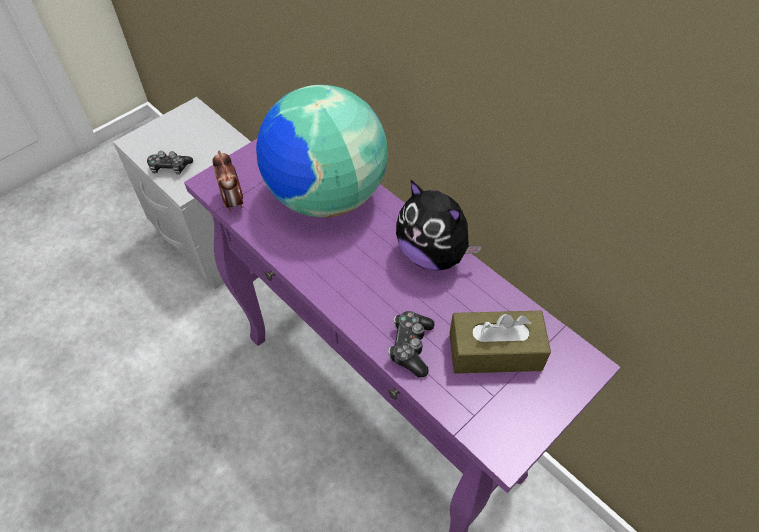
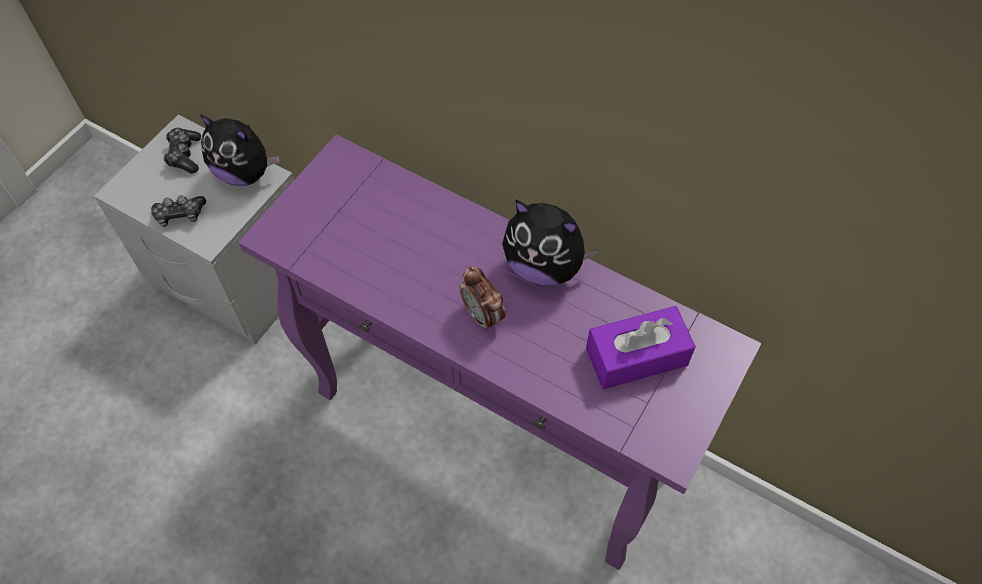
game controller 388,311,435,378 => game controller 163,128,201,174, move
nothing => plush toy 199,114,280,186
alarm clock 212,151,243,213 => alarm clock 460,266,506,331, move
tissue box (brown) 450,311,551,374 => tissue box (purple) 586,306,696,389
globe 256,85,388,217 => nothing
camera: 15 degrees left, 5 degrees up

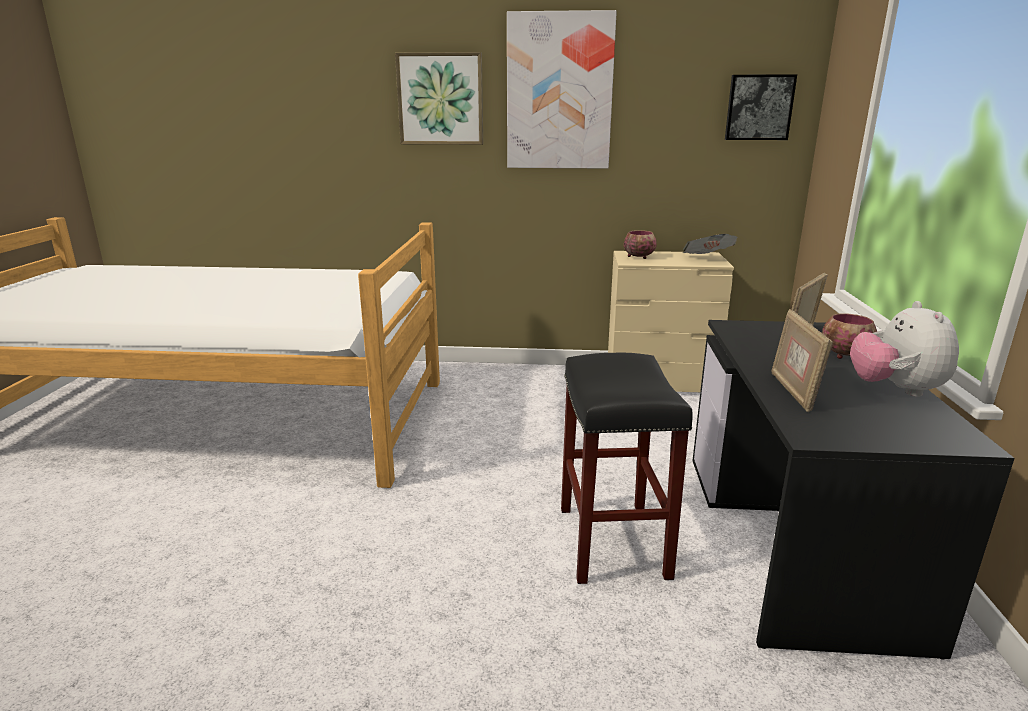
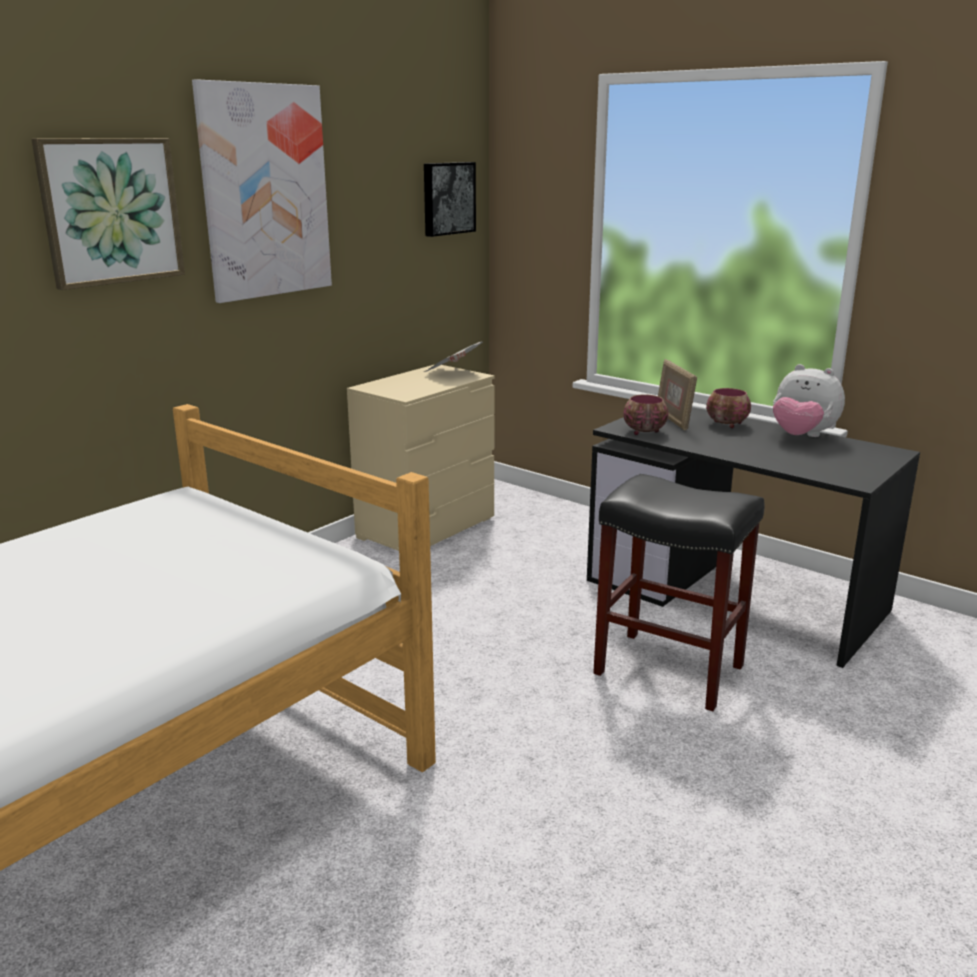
bowl 624,230,657,259 => bowl 623,394,668,435, move
picture frame 771,309,833,412 => nothing
camera: 55 degrees left, 0 degrees up

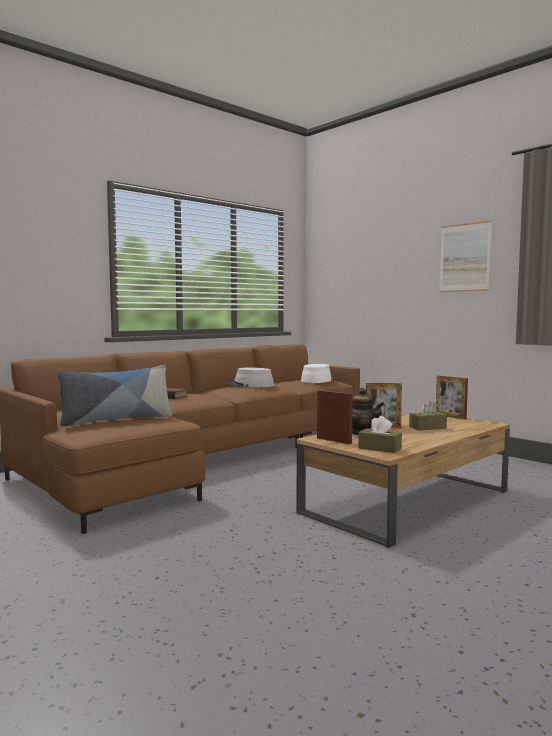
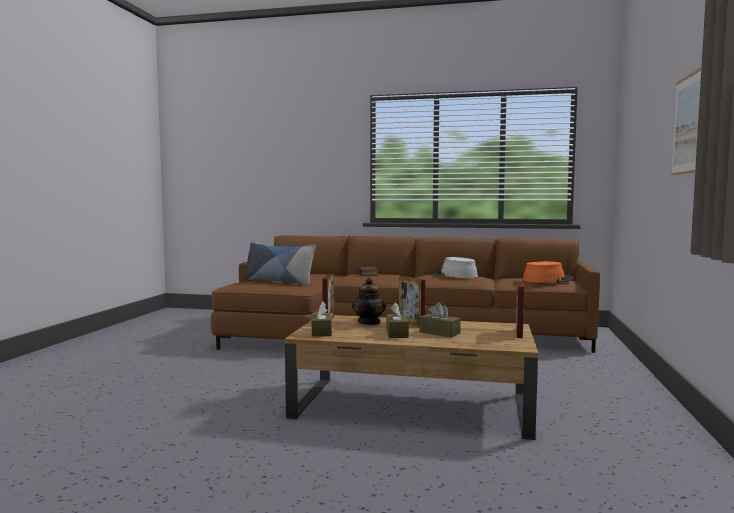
nothing => tissue box (brown) 386,302,409,338
hat (white) 301,364,334,383 => hat (orange) 523,261,574,283
camera: 55 degrees right, 0 degrees up

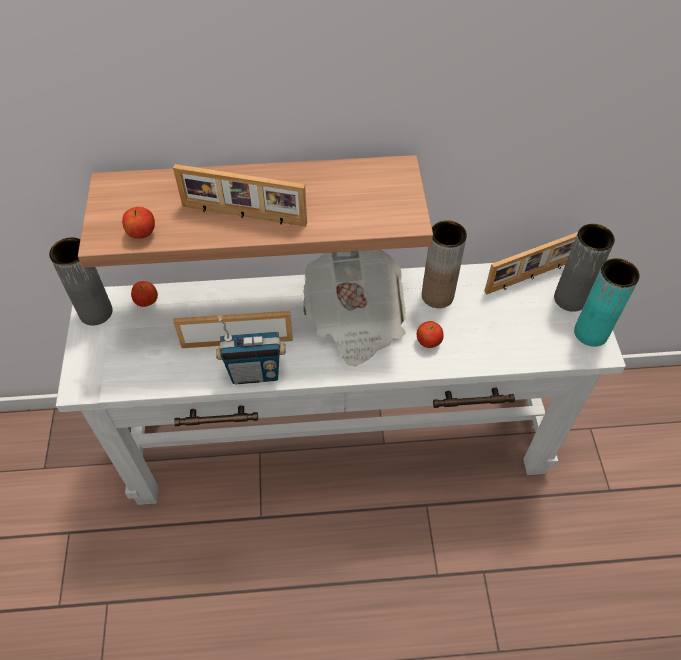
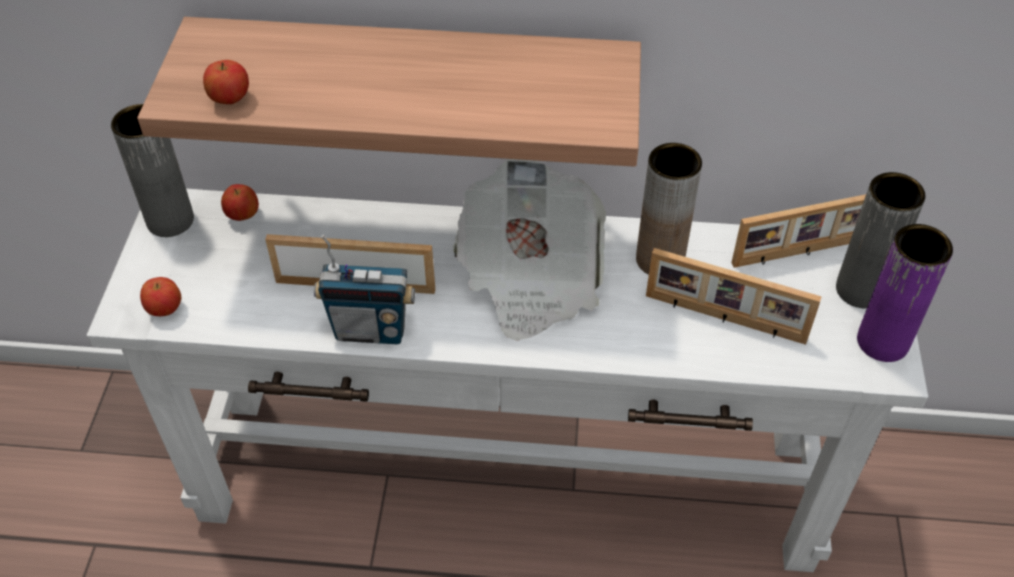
apple 417,321,444,348 => apple 140,277,181,316, move
picture frame 173,164,307,227 => picture frame 646,248,822,345, move
vase (turquoise) 574,258,640,347 => vase (purple) 857,224,953,362
camera: 10 degrees right, 5 degrees down

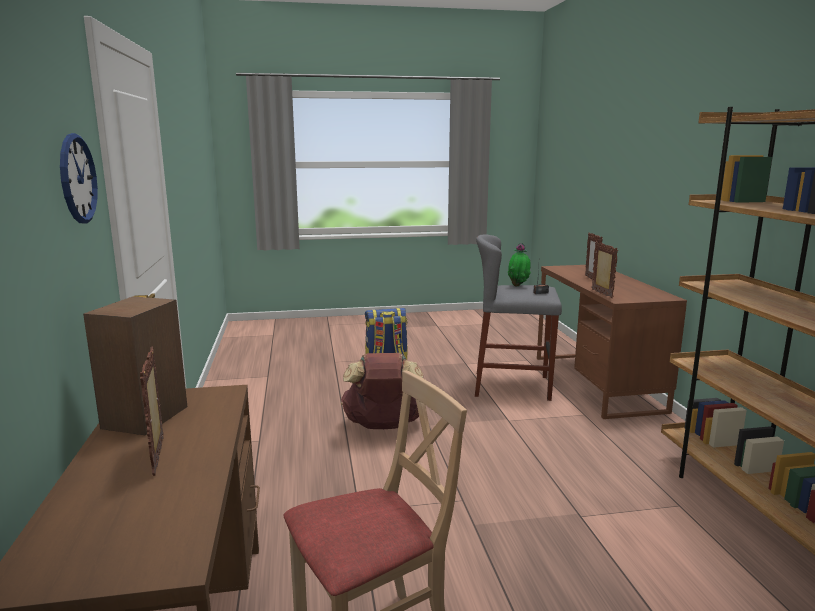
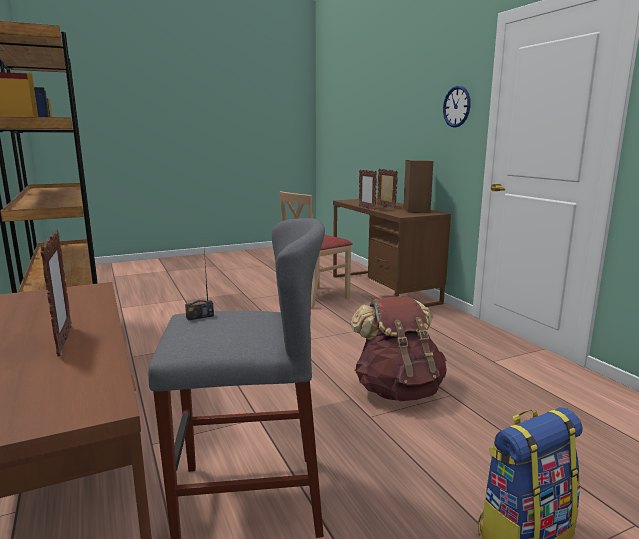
picture frame 591,241,618,298 => picture frame 359,169,377,210, move
potted plant 508,243,531,287 => nothing
camera: 165 degrees right, 0 degrees up

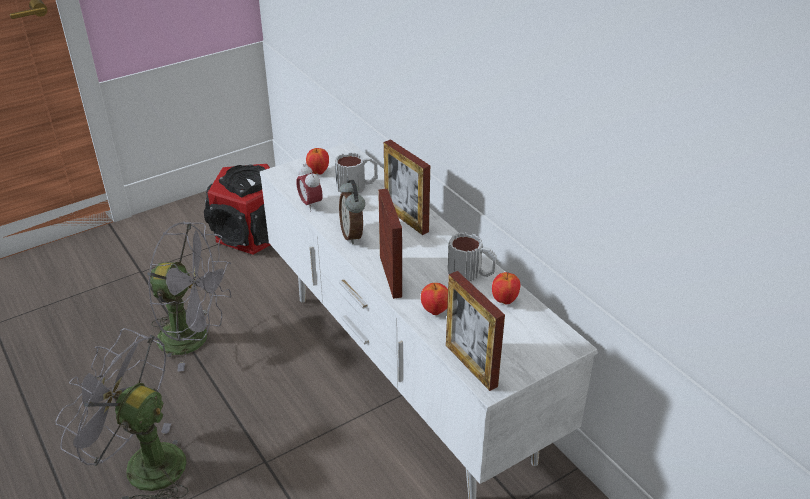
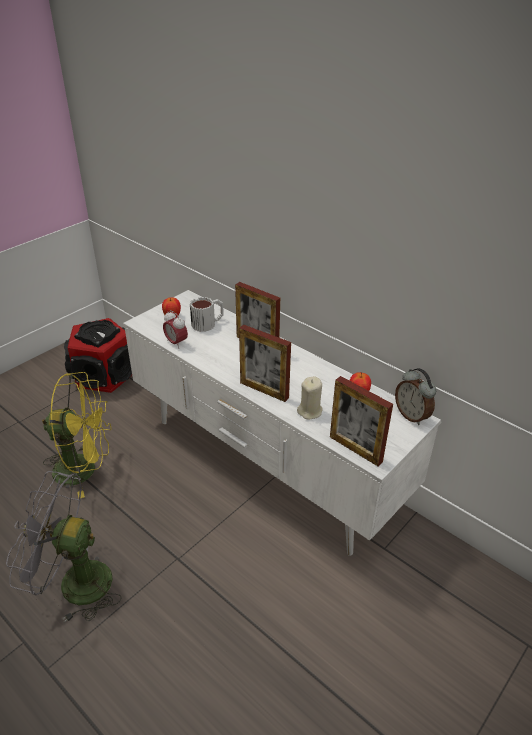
fan (grey) 147,222,231,372 => fan (yellow) 42,372,112,498
picture frame 378,188,402,299 => picture frame 239,324,291,402, 150 degrees clockwise
apple 421,283,448,315 => candle (beige) 297,376,323,419
alarm clock 339,180,365,244 => alarm clock 395,368,436,425, move
mug 448,232,496,281 => nothing
camera: 15 degrees left, 0 degrees up

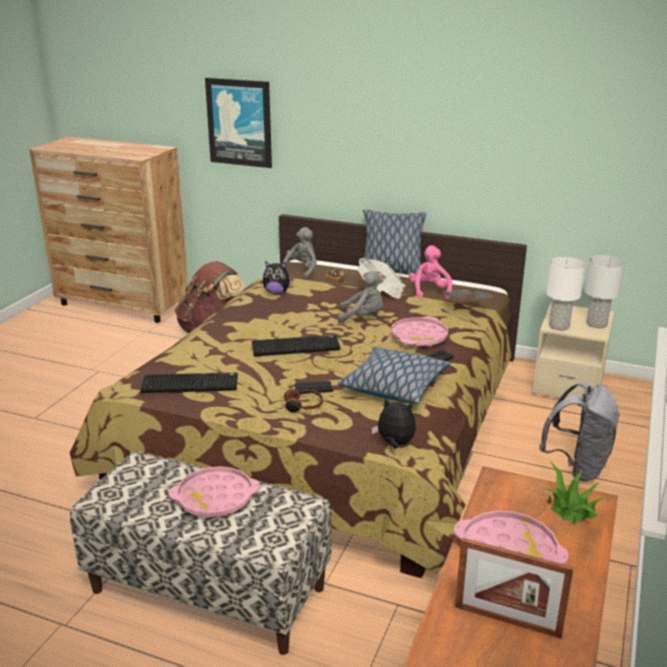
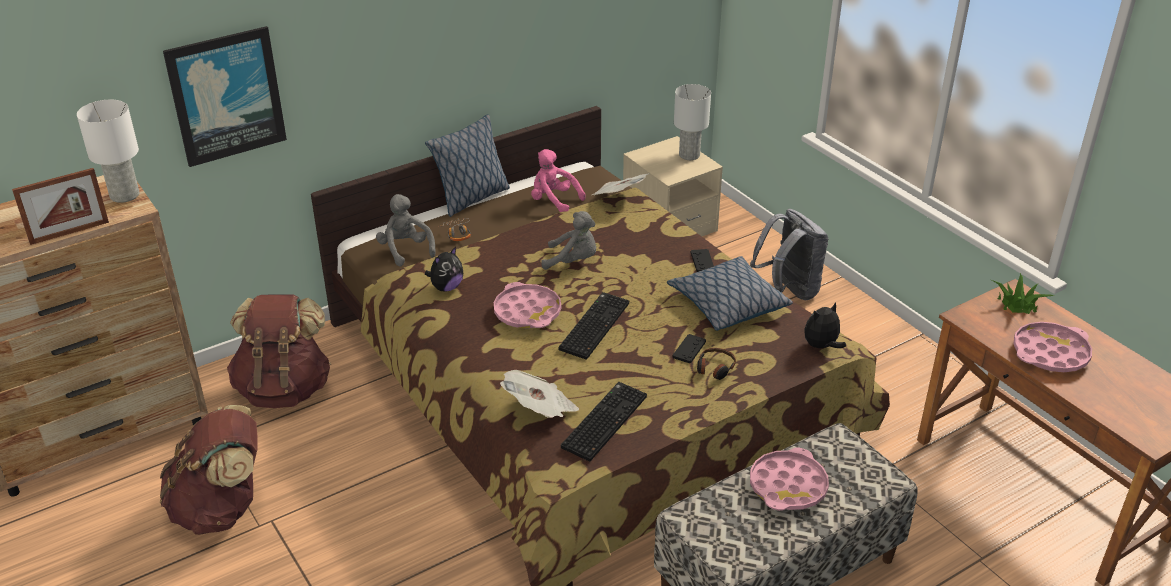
picture frame 455,538,574,639 => picture frame 12,168,109,245, move
table lamp (white) 546,257,586,330 => table lamp (white) 77,100,140,203, move
nothing => backpack (brown) 160,405,258,535
tray (pink) 391,316,448,347 => tray (pink) 494,282,561,328, move
newspaper 358,258,406,299 => newspaper 500,370,579,418, move
plush toy (grey) 338,271,384,324 => plush toy (grey) 541,211,596,270, 60 degrees clockwise
camera: 55 degrees left, 10 degrees up

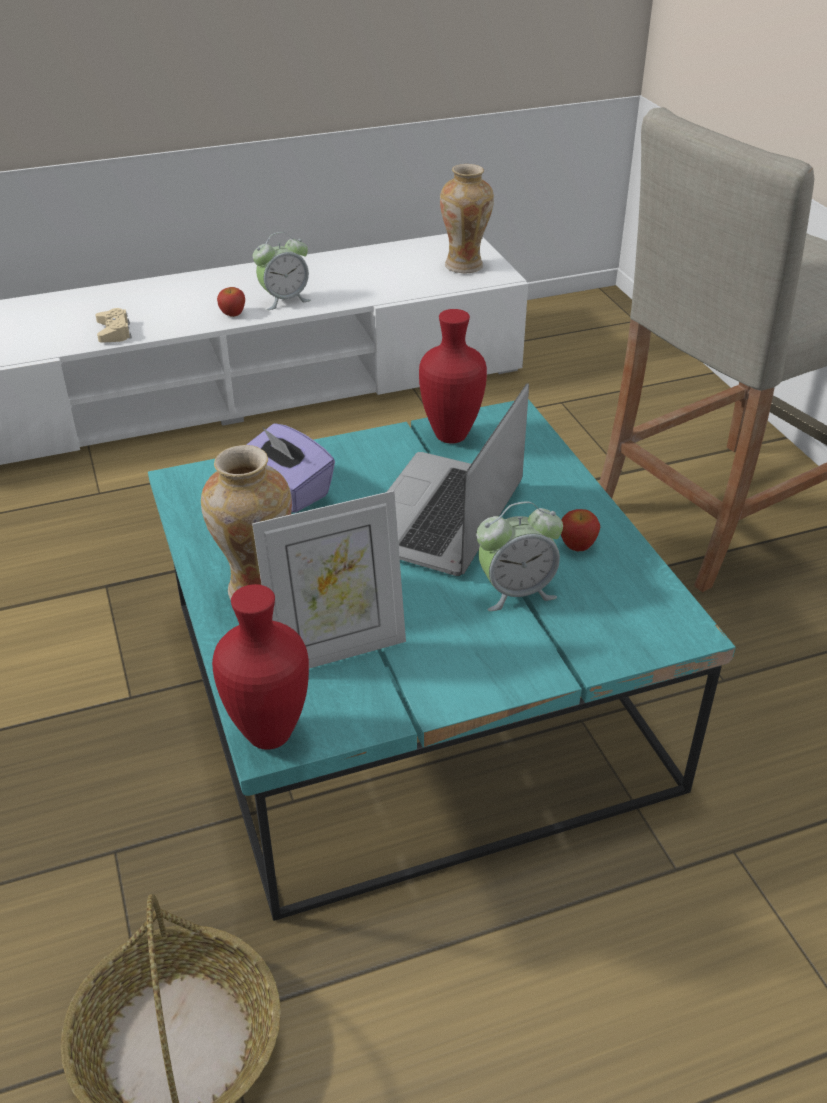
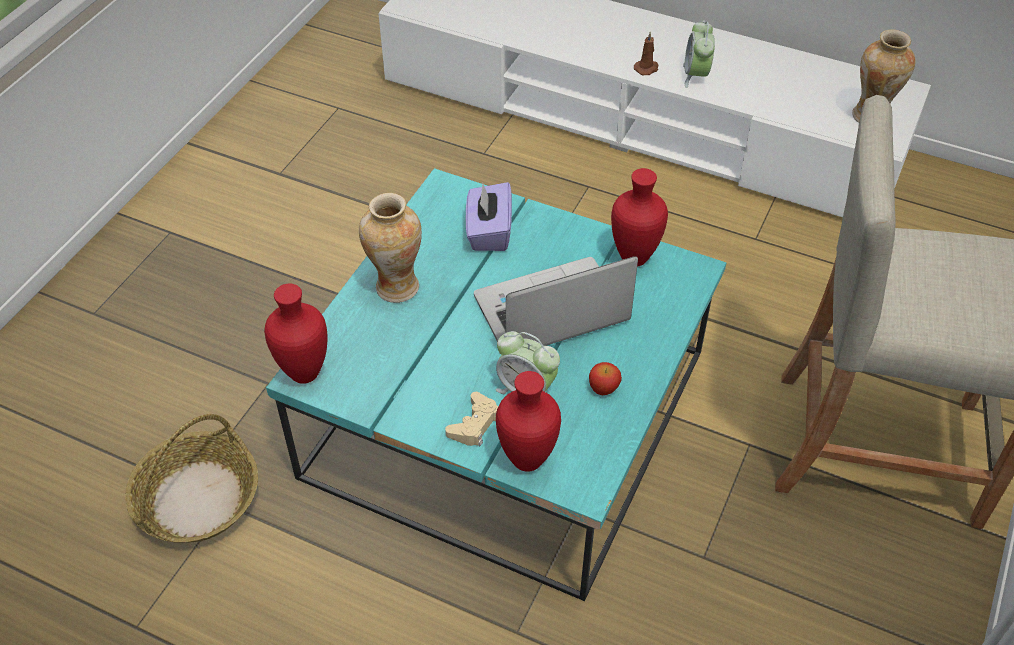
game controller (beige) 96,308,132,343 => game controller (beige) 445,392,498,446, move
nothing => vase (red) 496,371,561,472
apple 217,287,245,317 => candle (brown) 634,31,659,76
alarm clock 253,232,311,310 => alarm clock 683,20,715,88, 75 degrees clockwise
picture frame 252,490,406,668 => nothing
camera: 45 degrees right, 10 degrees up

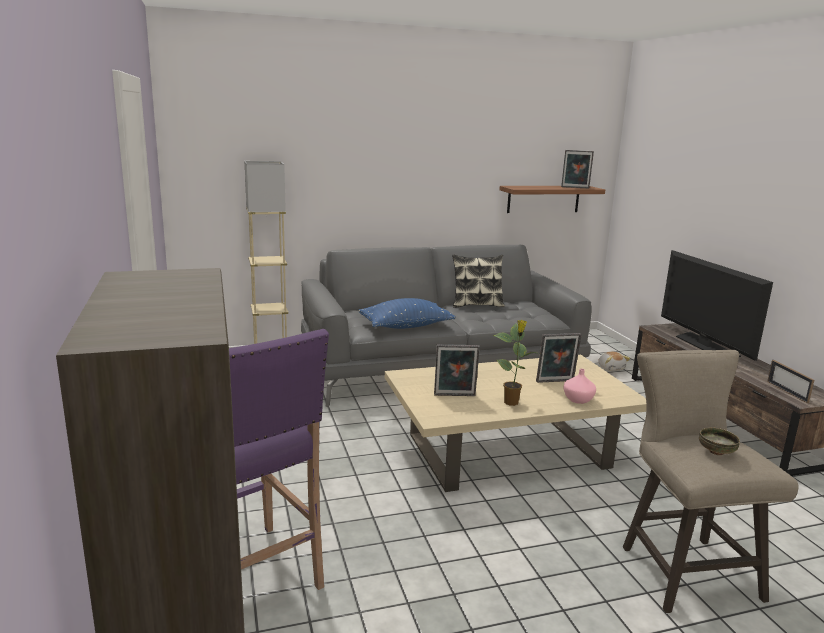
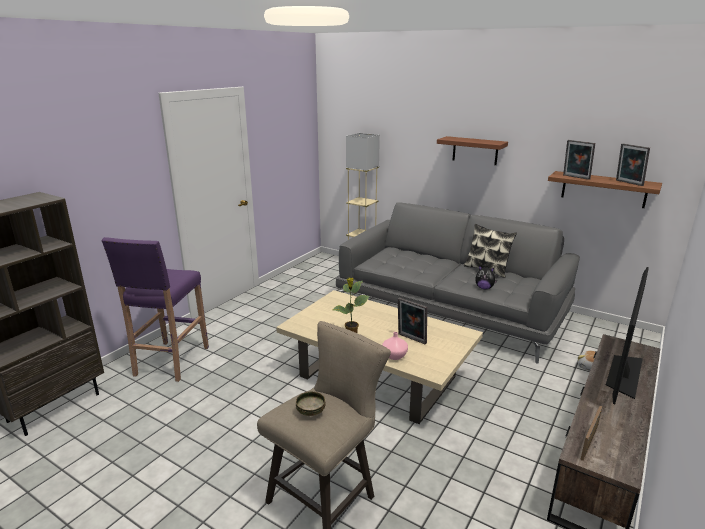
nothing => shelf (brown) 437,136,508,165
nothing => plush toy 475,265,497,289
picture frame 434,344,480,396 => picture frame 563,140,595,180, move
pillow (blue) 358,298,456,329 => nothing
camera: 50 degrees right, 5 degrees up

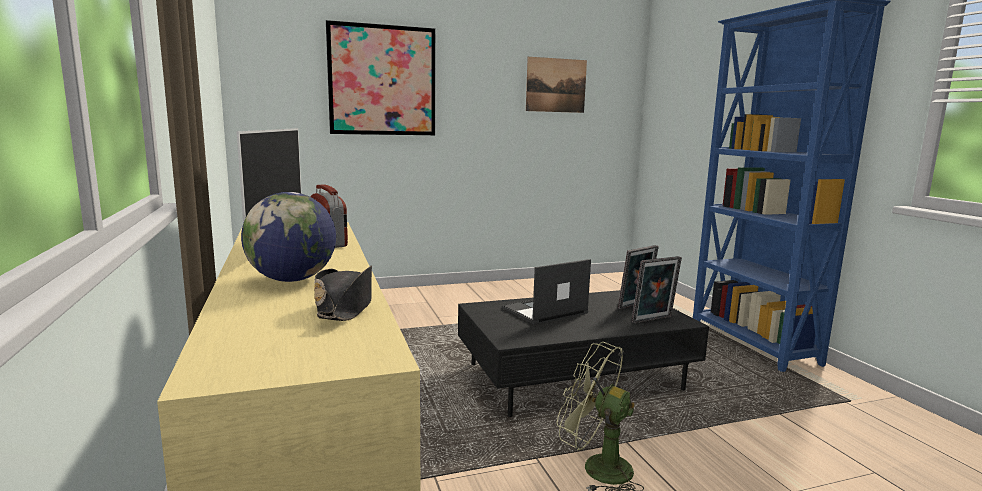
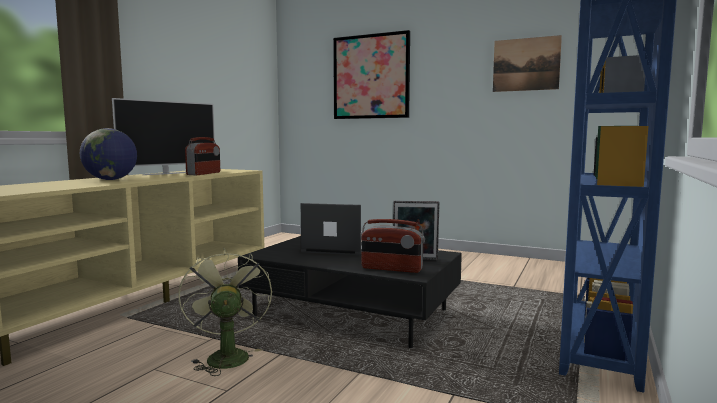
picture frame 631,256,682,324 => radio 360,219,425,273
hat (black) 314,266,372,321 => nothing
camera: 45 degrees right, 5 degrees down

